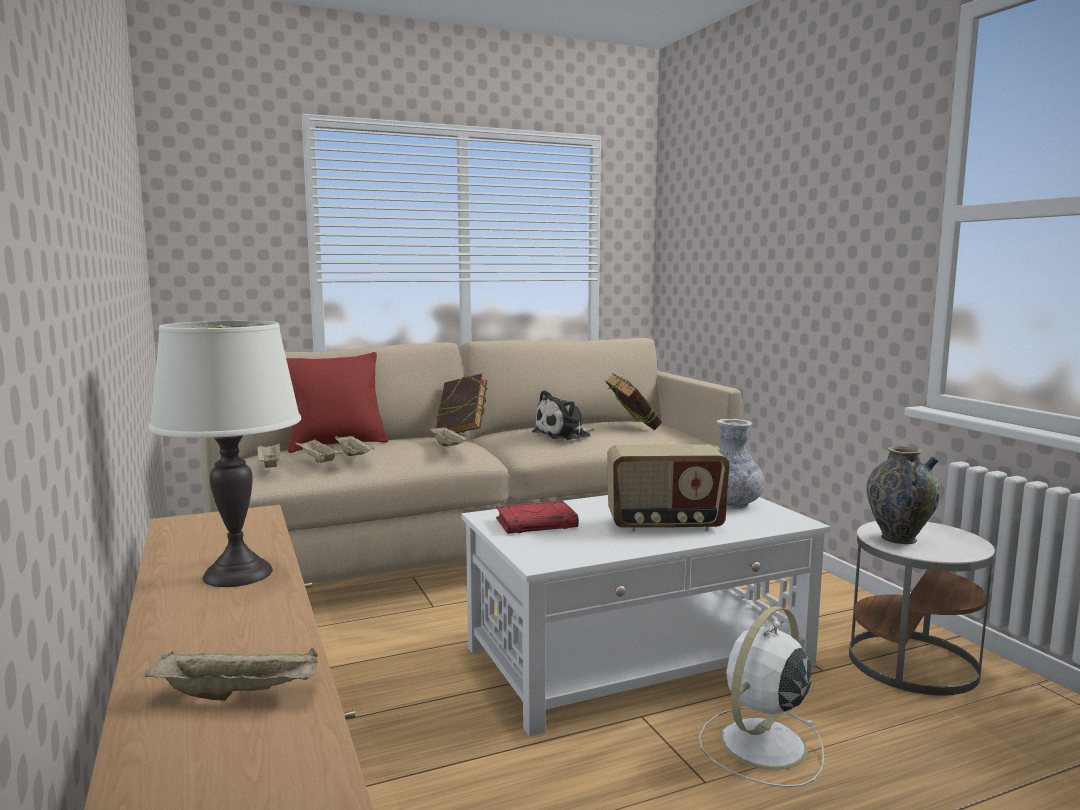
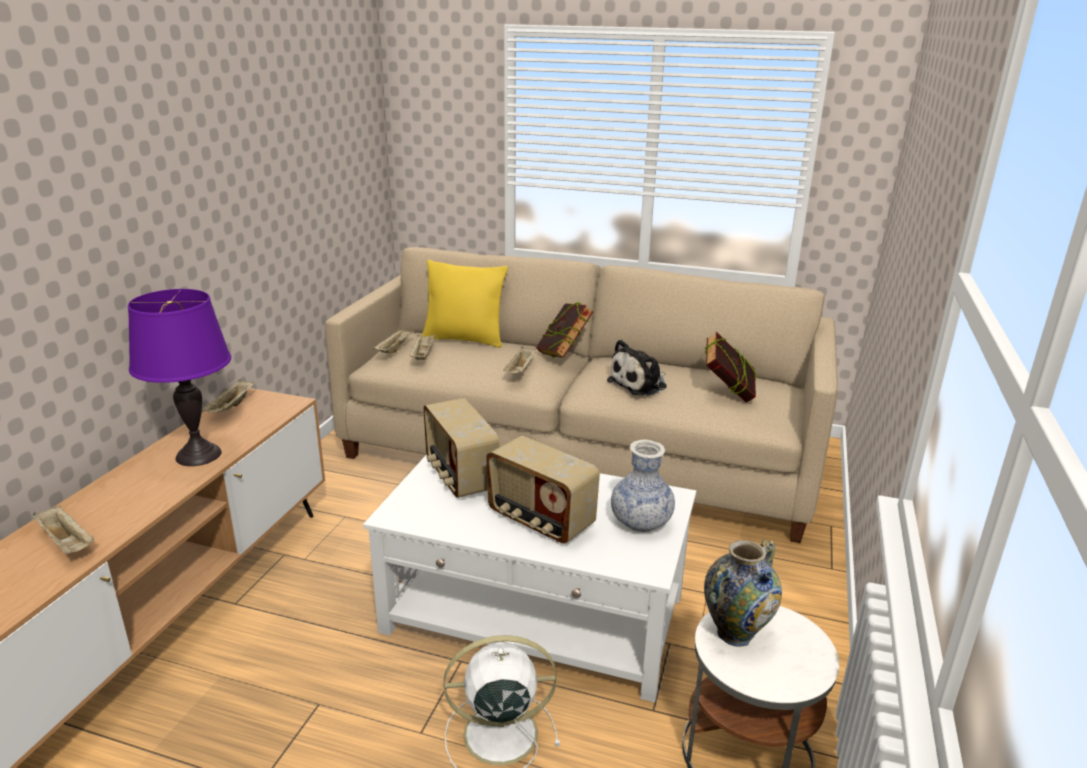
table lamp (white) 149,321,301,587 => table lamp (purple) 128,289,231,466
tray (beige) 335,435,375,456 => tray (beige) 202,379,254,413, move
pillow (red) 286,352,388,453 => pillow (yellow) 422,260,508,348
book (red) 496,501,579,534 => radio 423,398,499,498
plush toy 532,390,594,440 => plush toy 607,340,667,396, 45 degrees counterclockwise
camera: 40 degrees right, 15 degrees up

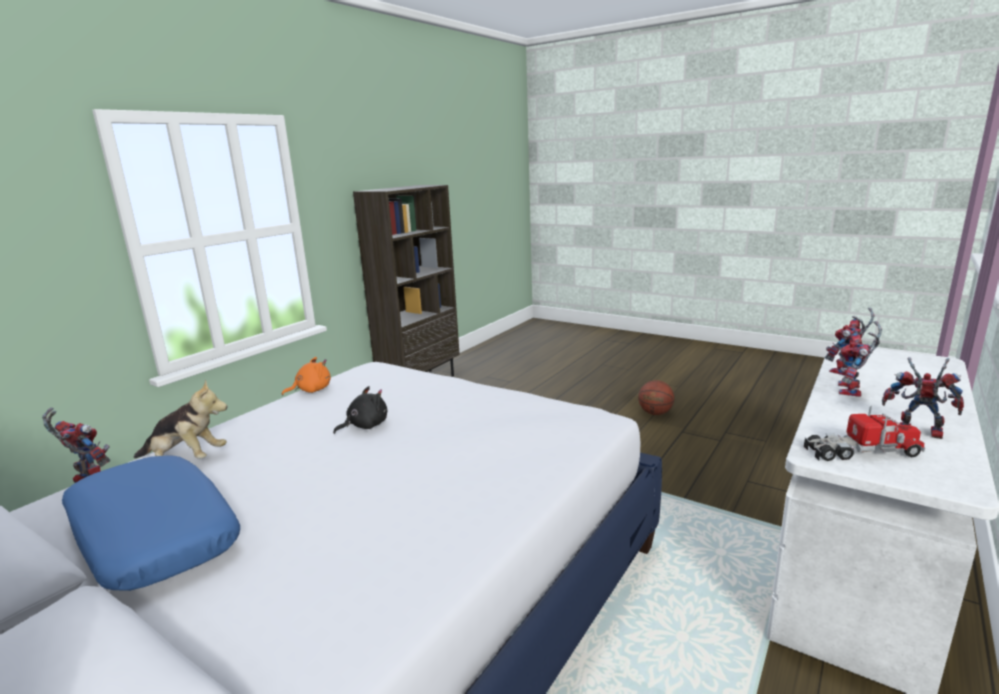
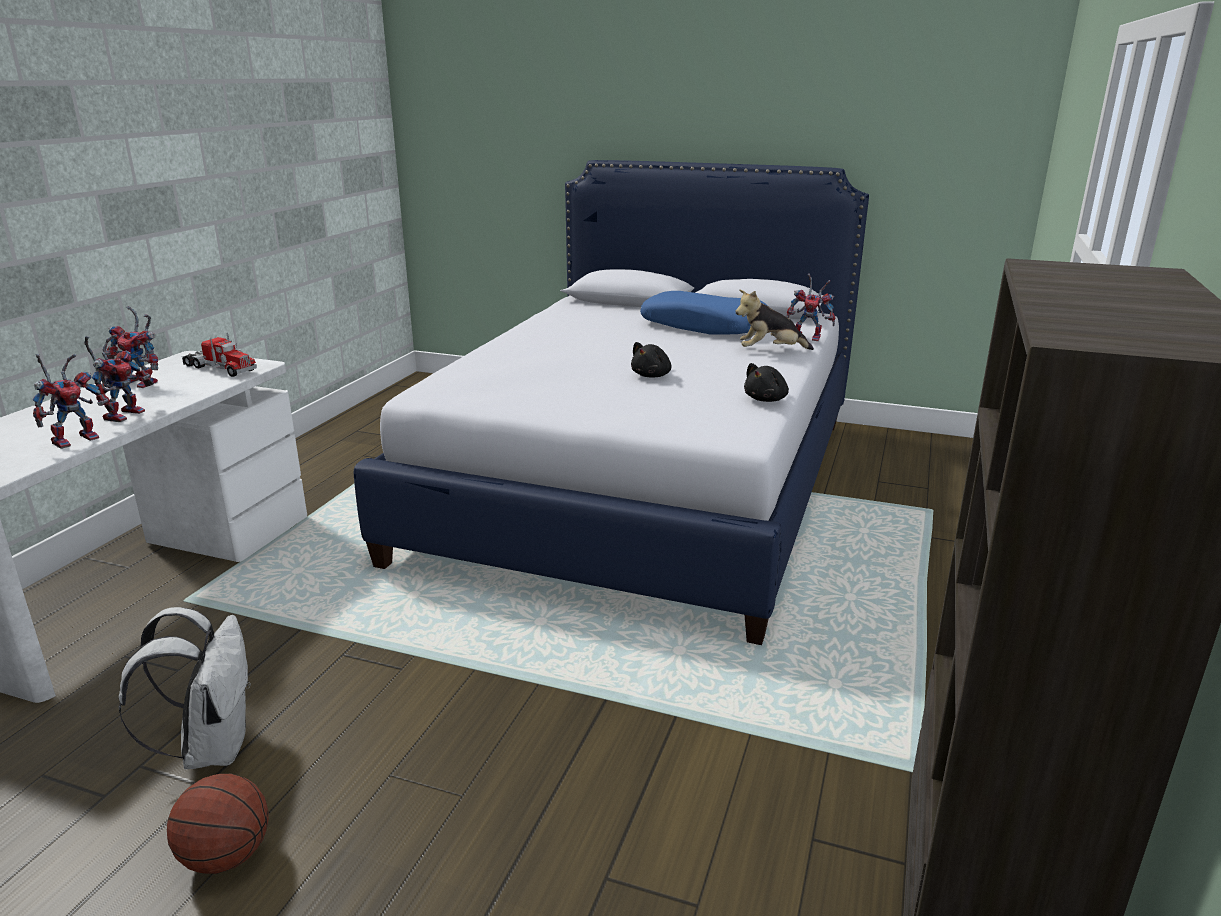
nothing => backpack (white) 119,607,251,769
toy truck 804,406,925,461 => toy truck 182,333,257,377, 135 degrees counterclockwise
plush toy (orange) 282,357,331,396 => plush toy (black) 744,363,789,402
camera: 165 degrees right, 5 degrees up

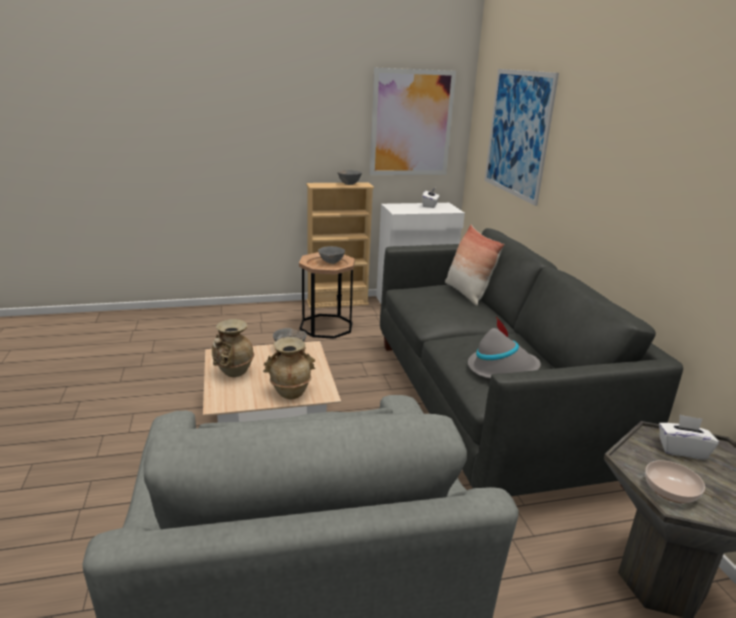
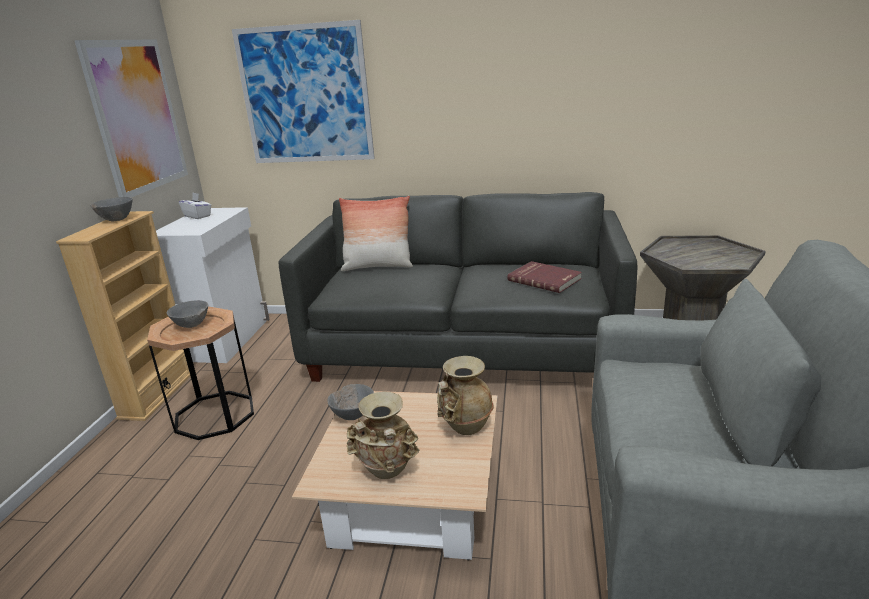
hat (grey) 468,316,541,379 => book (red) 507,261,582,293
bowl 645,461,705,503 => nothing
tissue box (white) 659,415,719,460 => nothing
camera: 65 degrees left, 0 degrees up

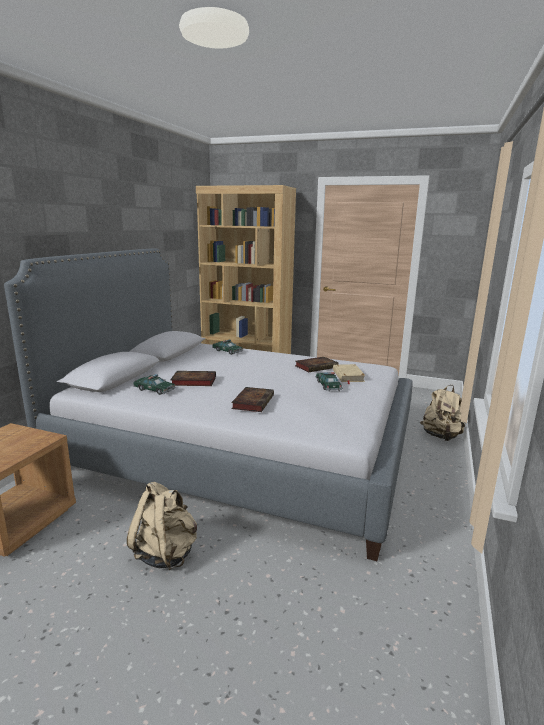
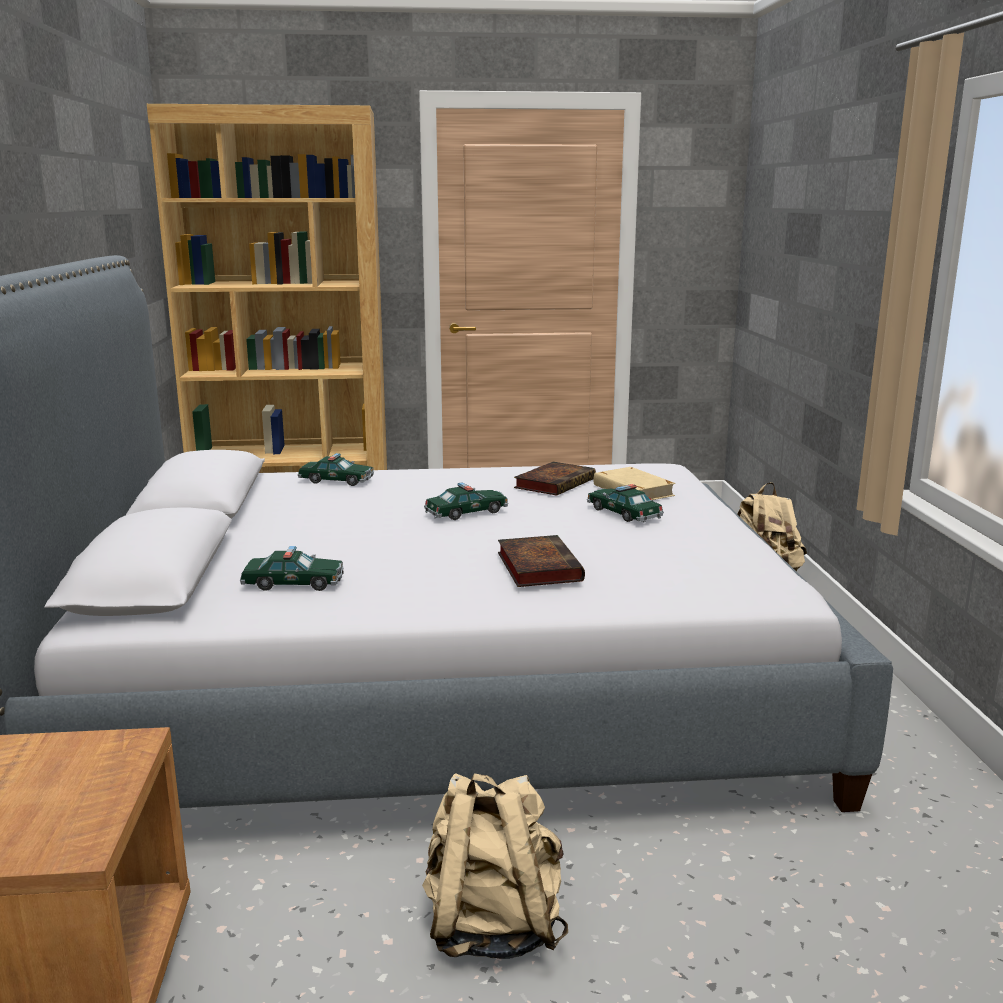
nothing => toy car 424,482,508,520
book 170,371,216,386 => nothing
camera: 25 degrees left, 0 degrees up

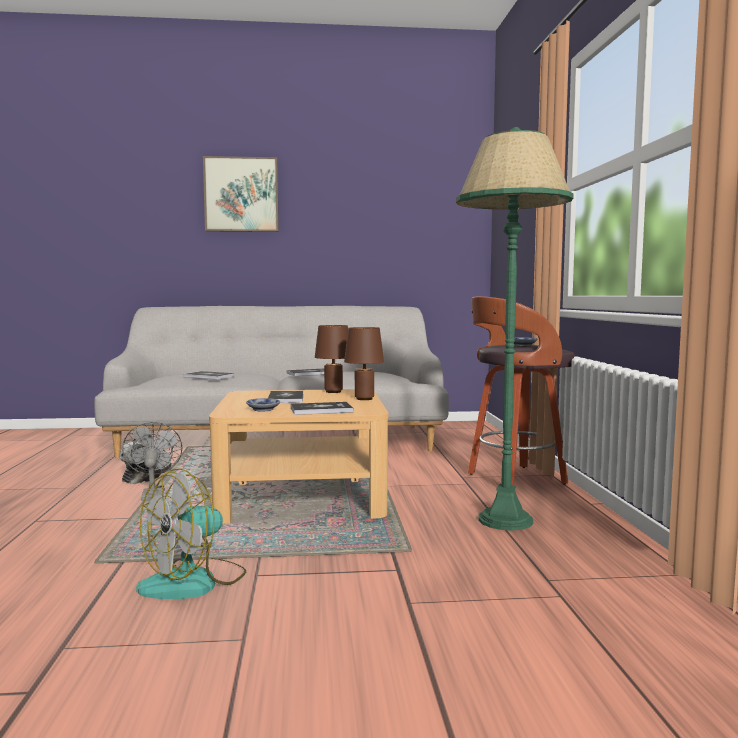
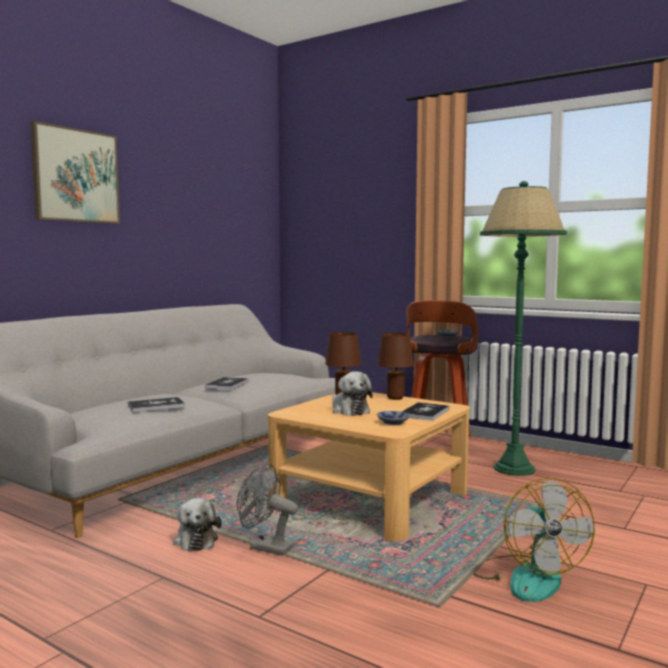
book 268,391,303,403 => plush toy 333,372,373,416
camera: 50 degrees left, 0 degrees up

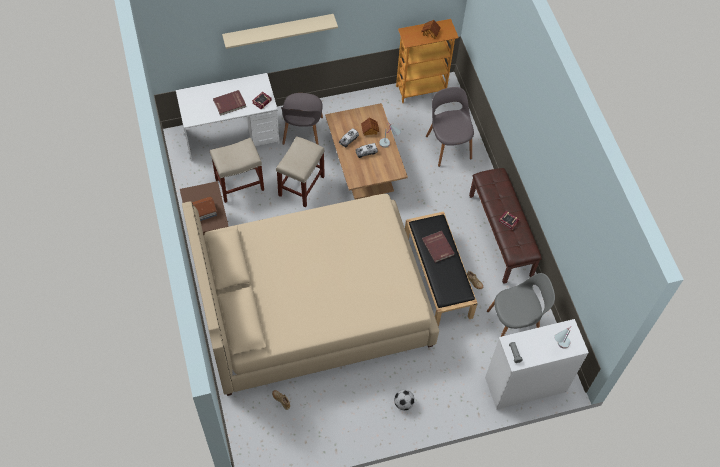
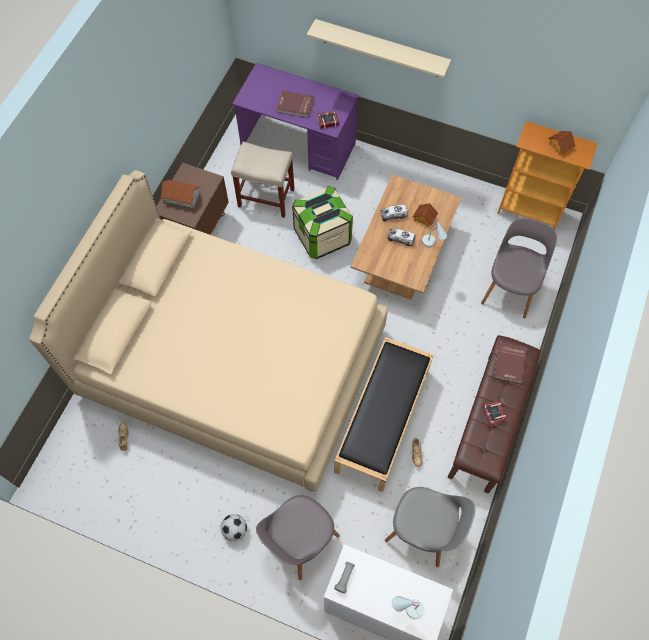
desk (white) 176,73,280,161 => desk (purple) 232,63,359,180
chair (grey) 281,93,323,145 => chair (grey) 256,495,340,580, move
stool (beige) 276,136,325,207 => storage box 292,186,353,259
book (red) 422,231,455,263 => book (red) 493,342,527,384, move
camera: 40 degrees right, 5 degrees up

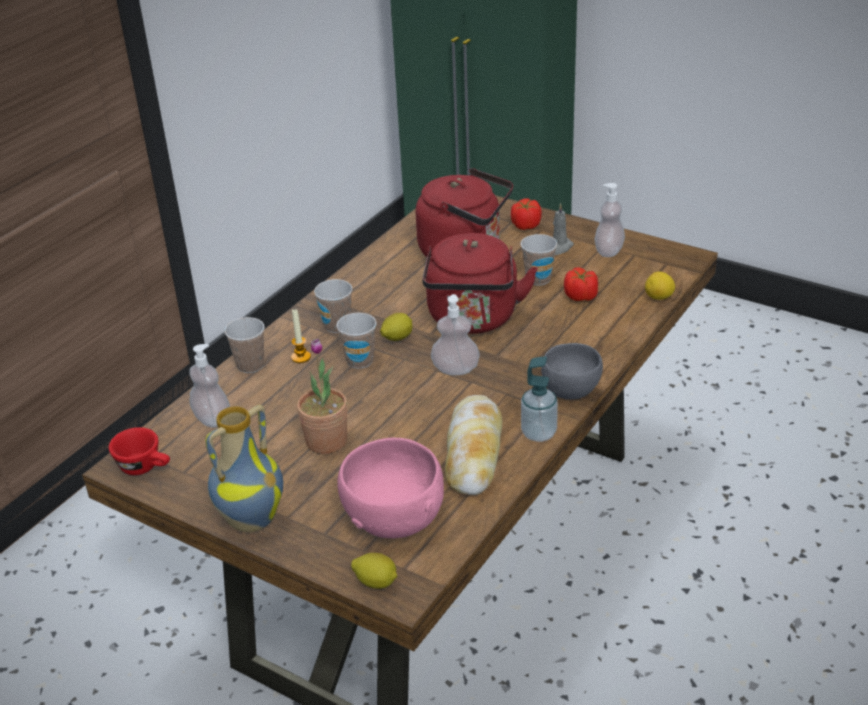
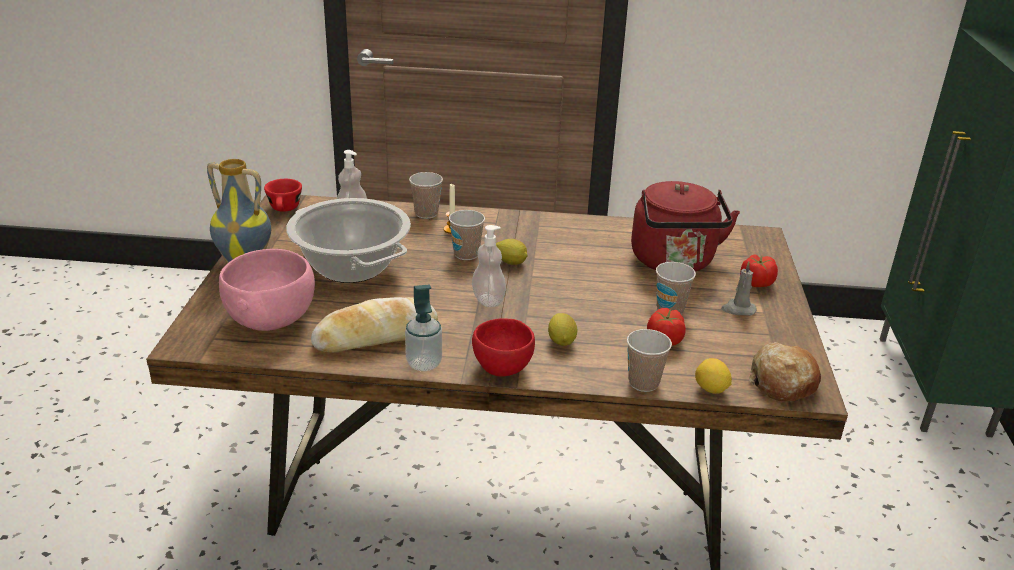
potted plant 297,338,347,454 => cooking pot 287,198,411,283
bowl (grey) 541,343,603,400 => bowl (red) 472,318,535,376
lemon 351,553,397,589 => lemon 548,313,577,346, move
cup 314,279,353,333 => cup 627,329,672,392, move
nothing => bread 749,342,821,401
kettle (red) 422,233,538,334 => nothing
soap dispenser 595,183,625,257 => nothing
camera: 60 degrees right, 5 degrees down

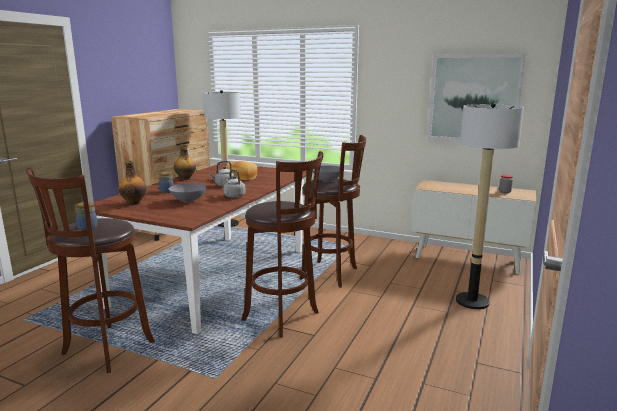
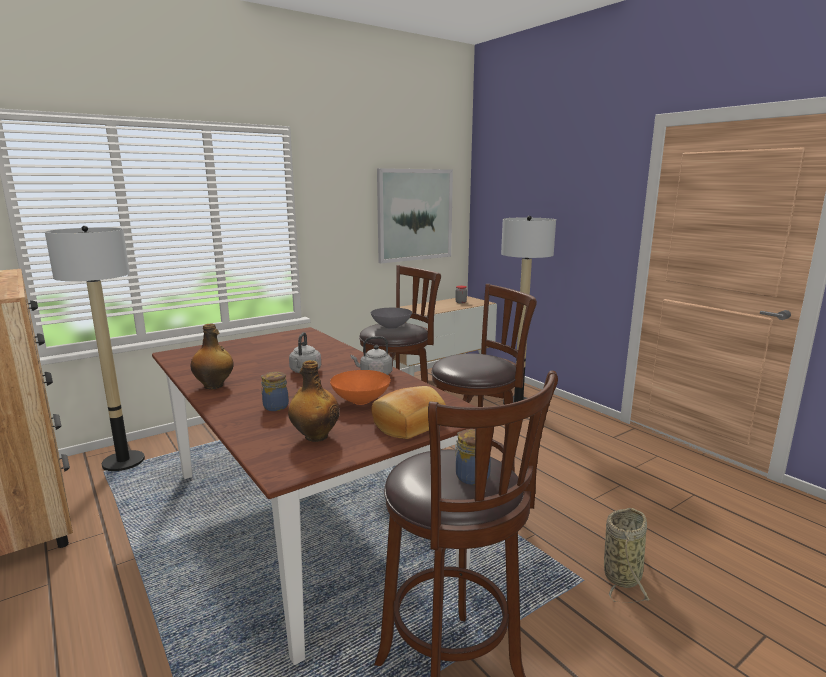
bowl (grey) 169,183,206,203 => bowl (orange) 330,370,391,405
bread 226,161,258,180 => bread 371,386,446,439, move
nothing => basket 604,508,651,603
camera: 60 degrees left, 0 degrees up

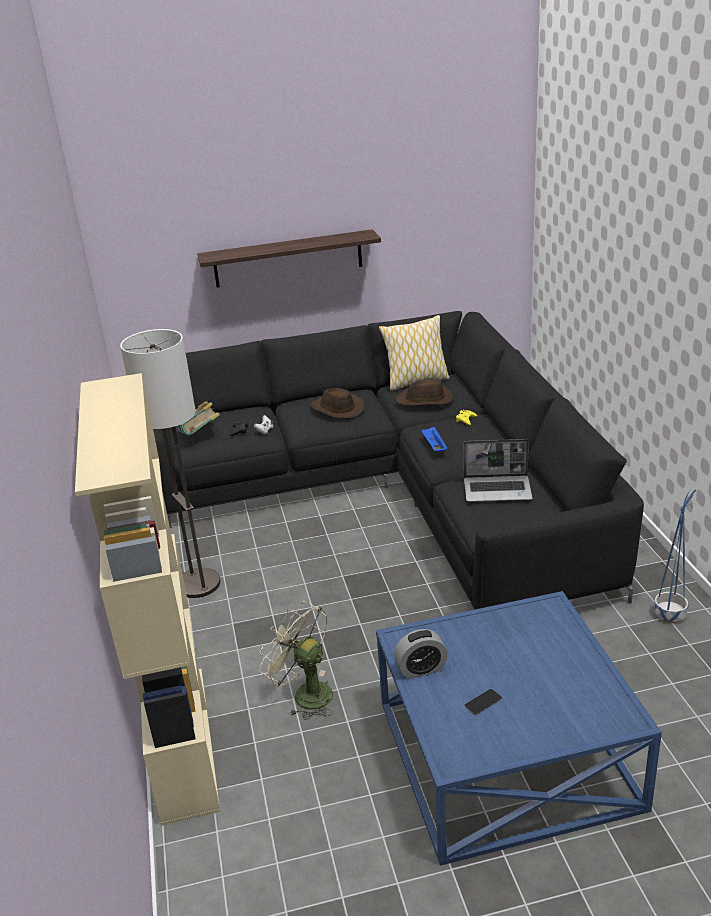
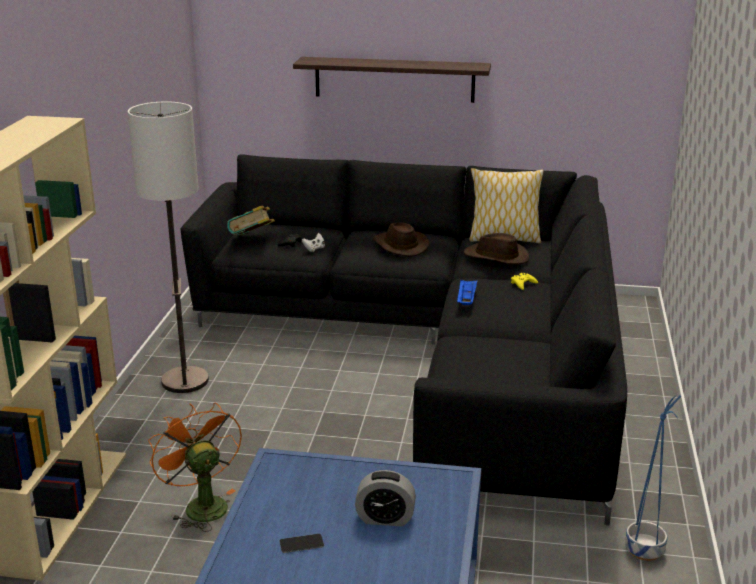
fan (beige) 260,601,333,720 => fan (orange) 148,402,242,532
alarm clock 394,629,448,679 => alarm clock 355,470,416,526, move
laptop 464,439,533,502 => nothing
camera: 20 degrees right, 5 degrees down

